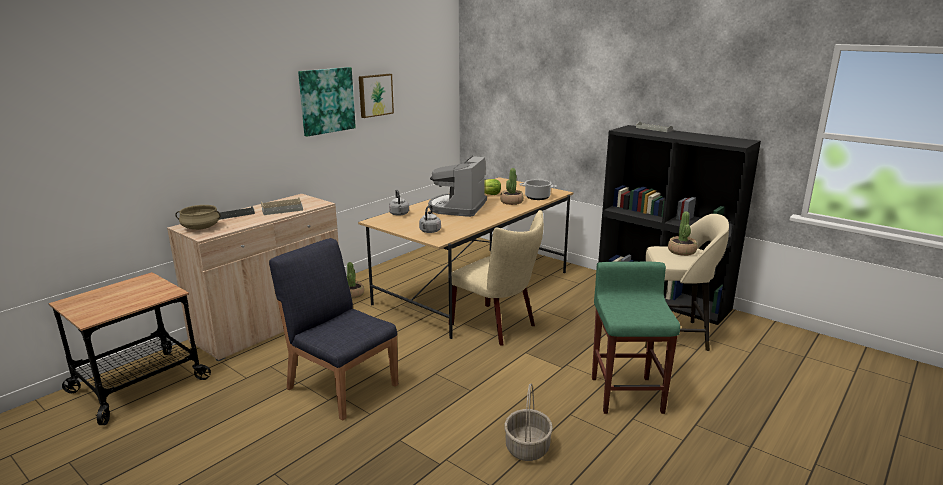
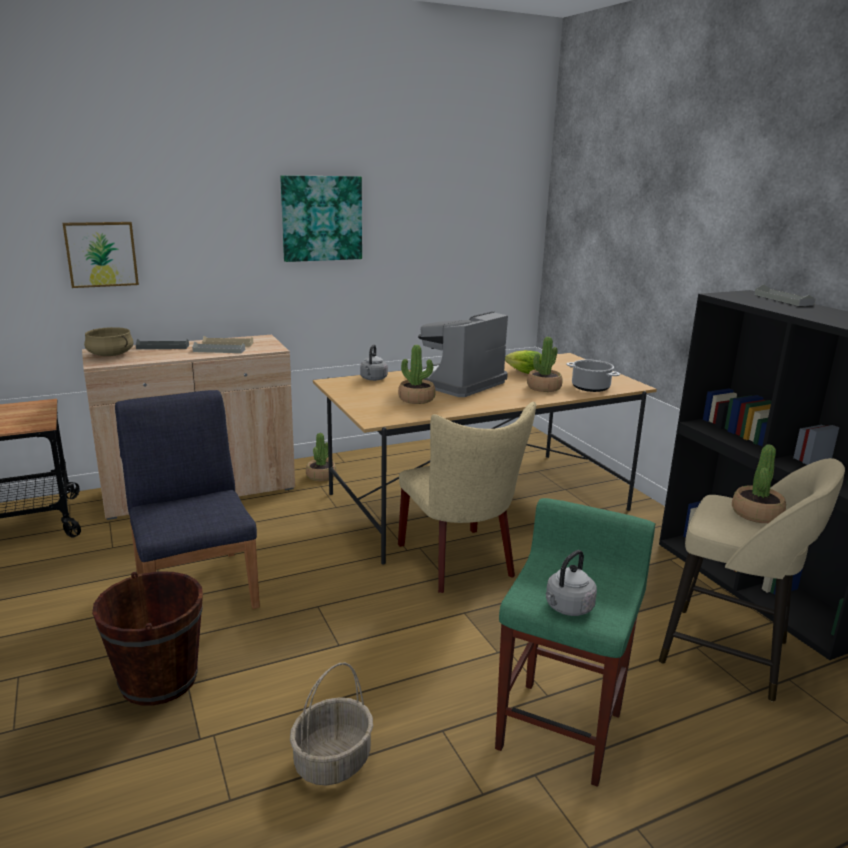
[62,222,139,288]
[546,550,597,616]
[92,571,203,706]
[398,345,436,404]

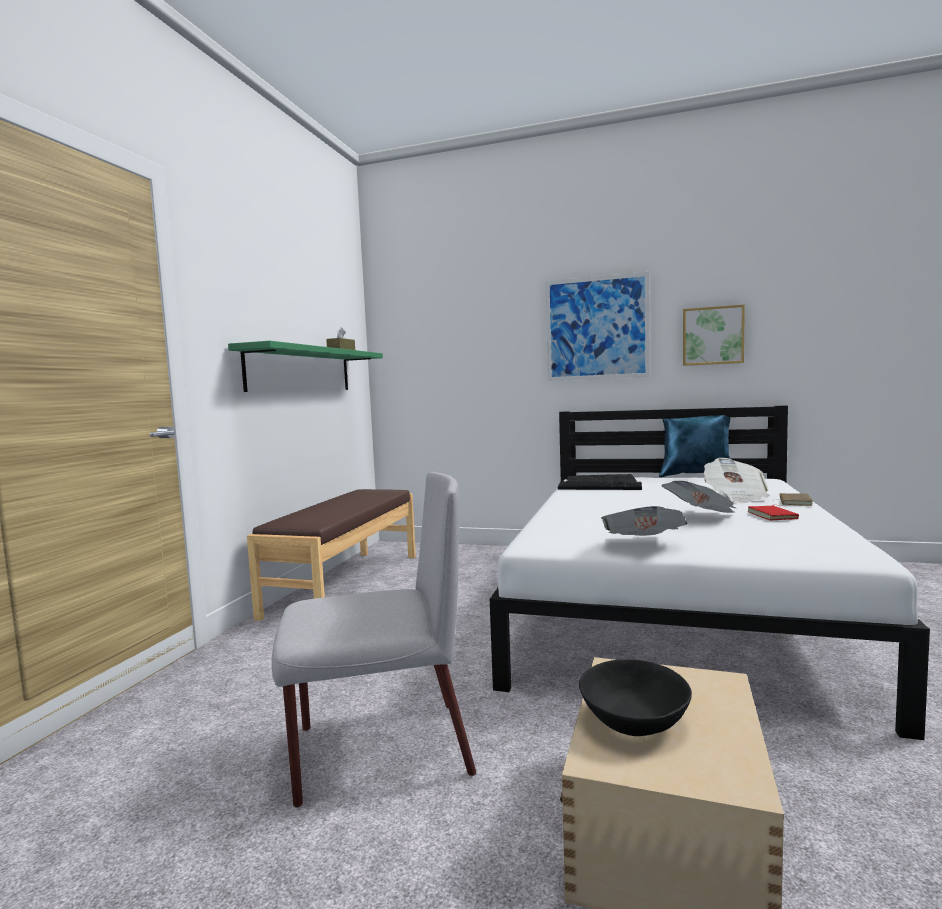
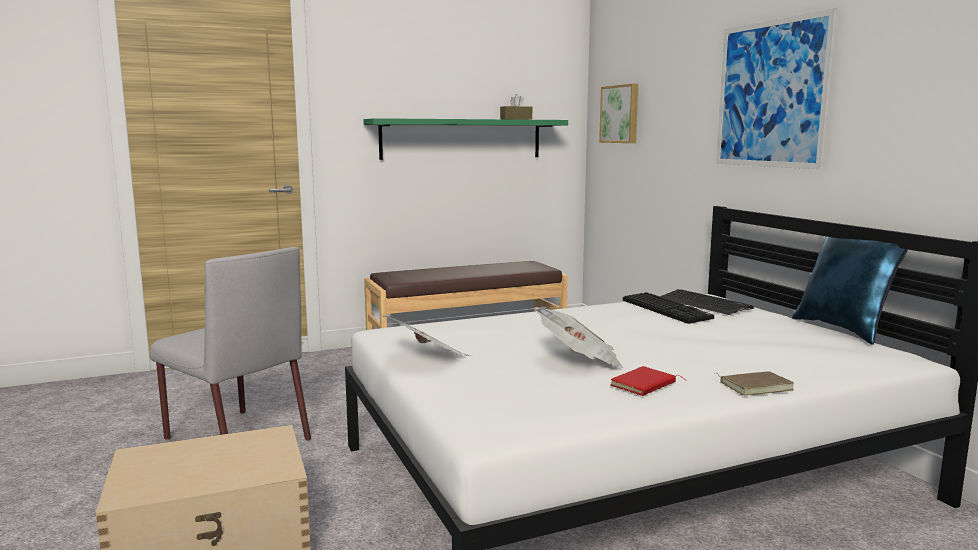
[579,659,692,736] (first image)
[599,84,638,143]
[704,458,770,503] (first image)

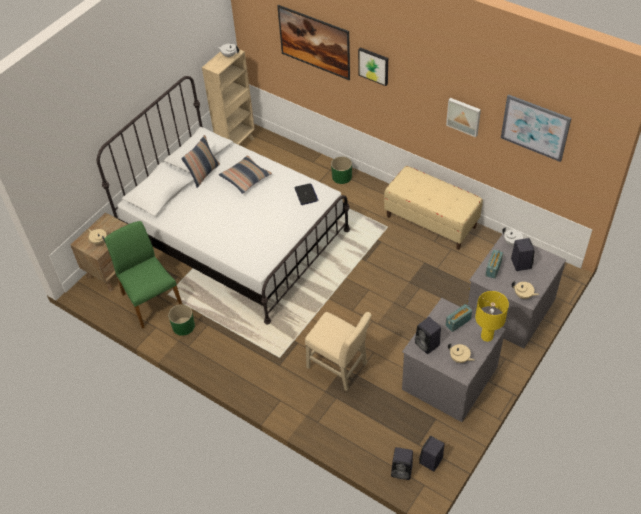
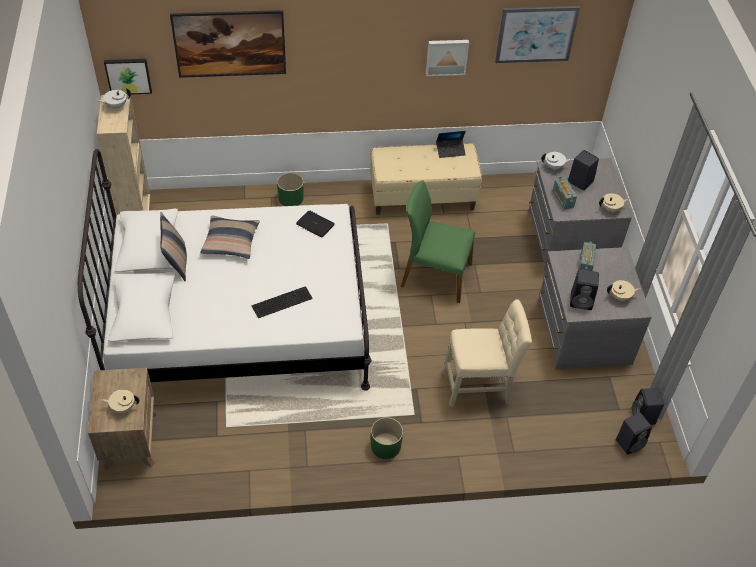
[401,181,475,303]
[371,417,403,459]
[104,59,152,95]
[475,291,509,342] (first image)
[251,286,313,318]
[436,131,466,158]

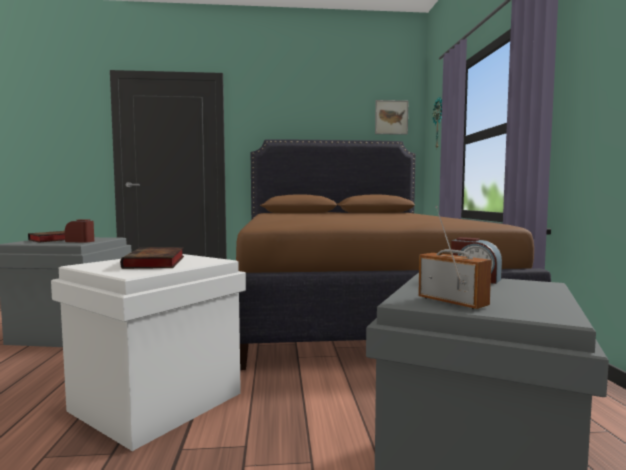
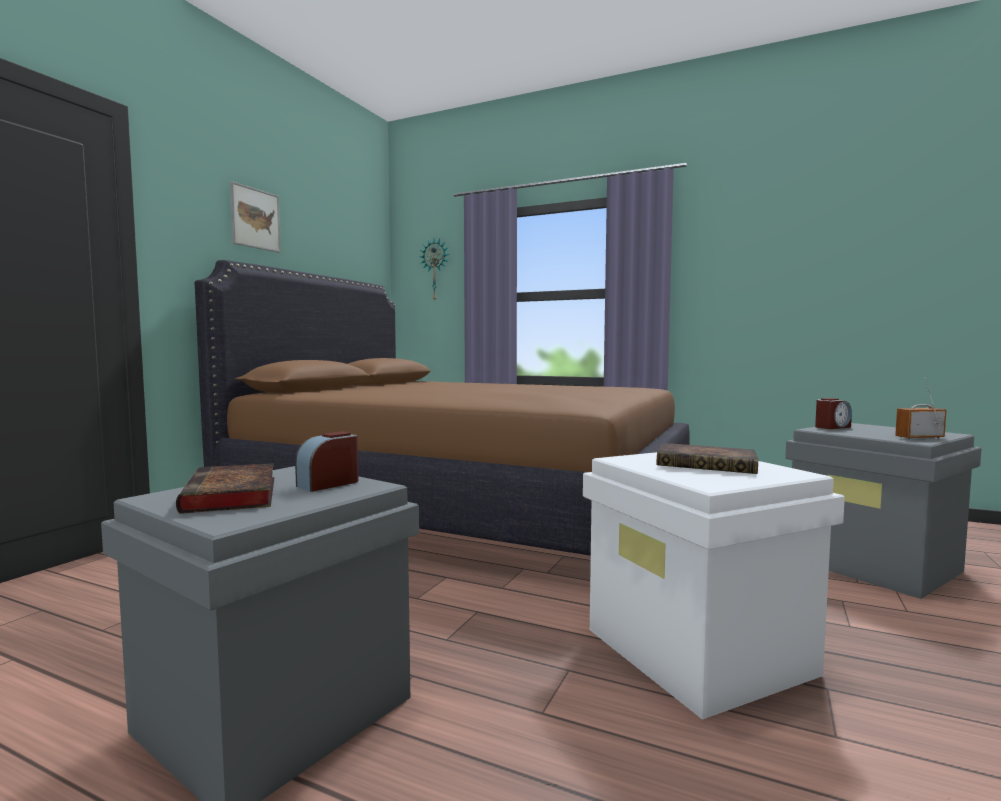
[230,181,281,253]

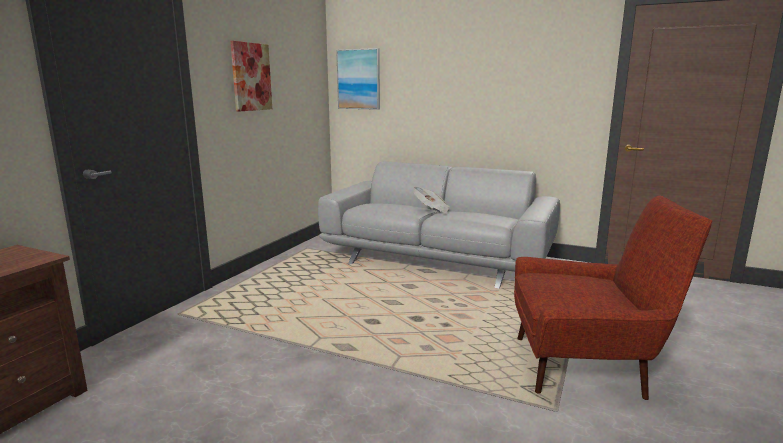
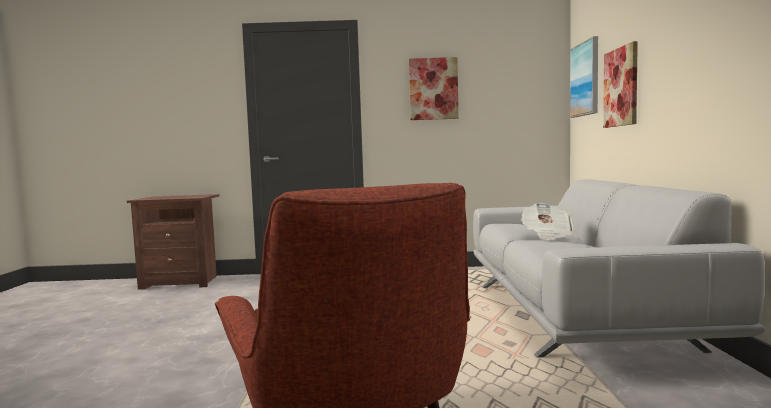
[603,41,638,128]

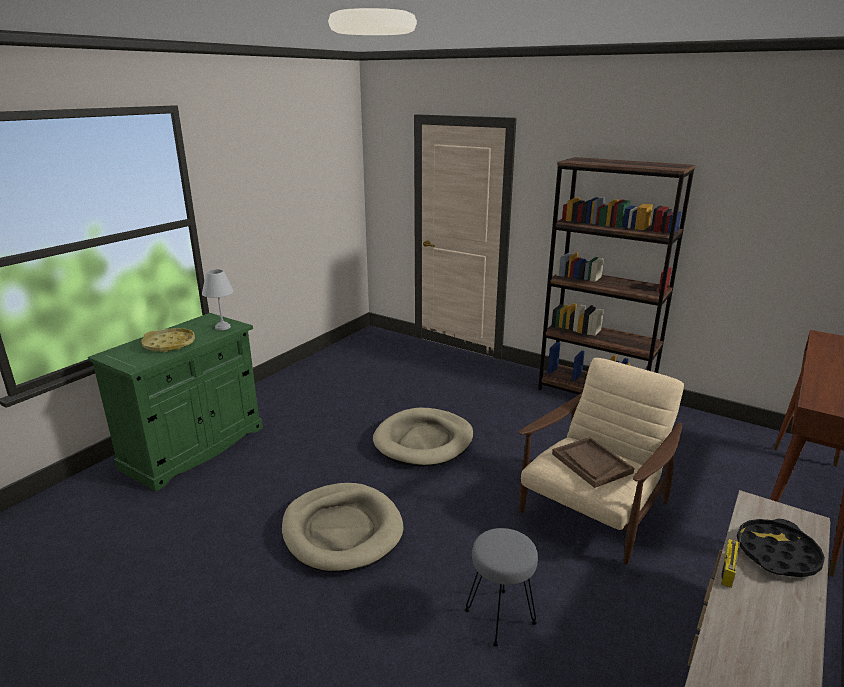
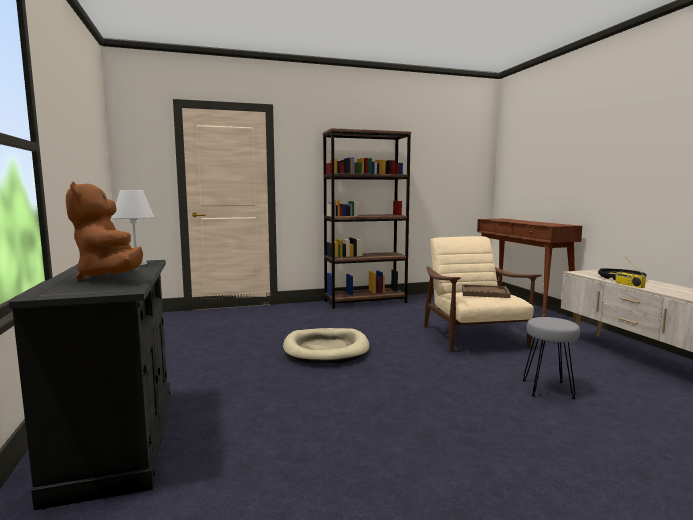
[9,260,170,510]
[66,181,143,280]
[282,483,403,572] (first image)

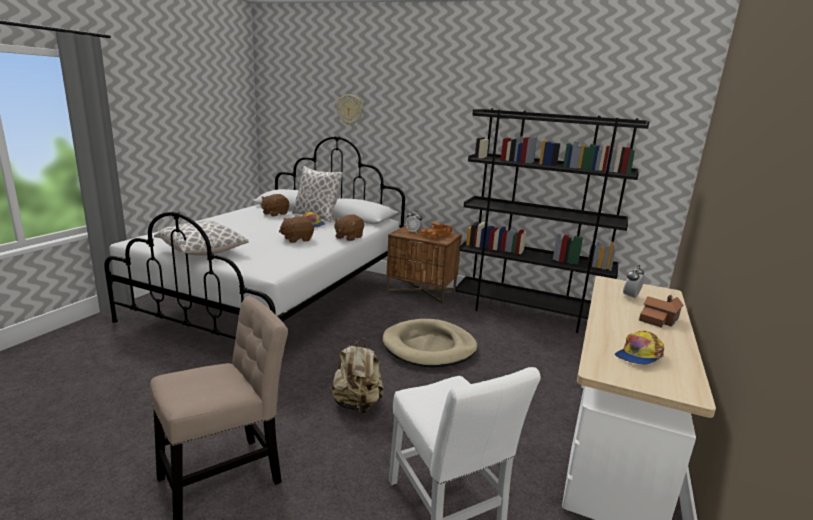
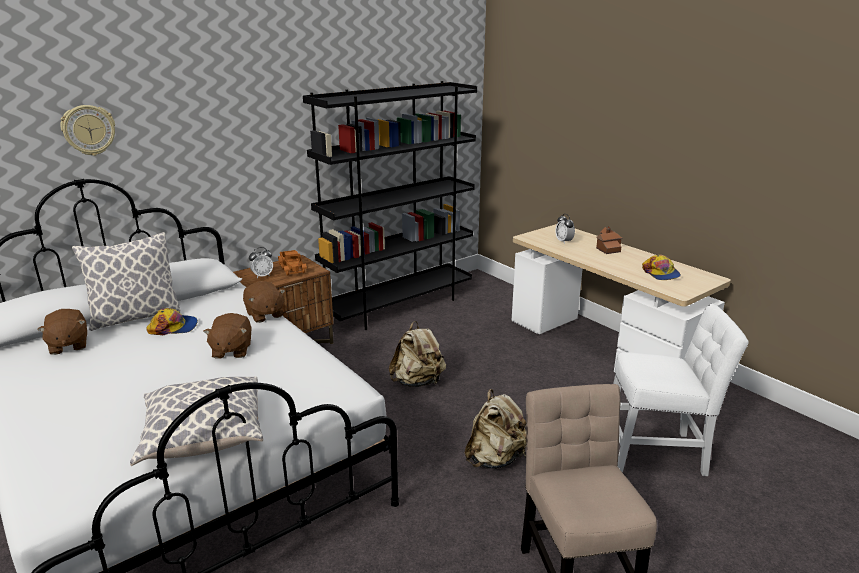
[389,321,446,387]

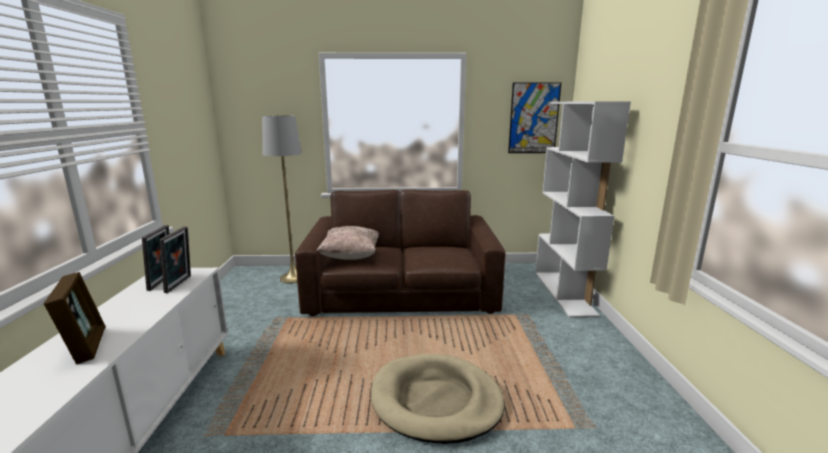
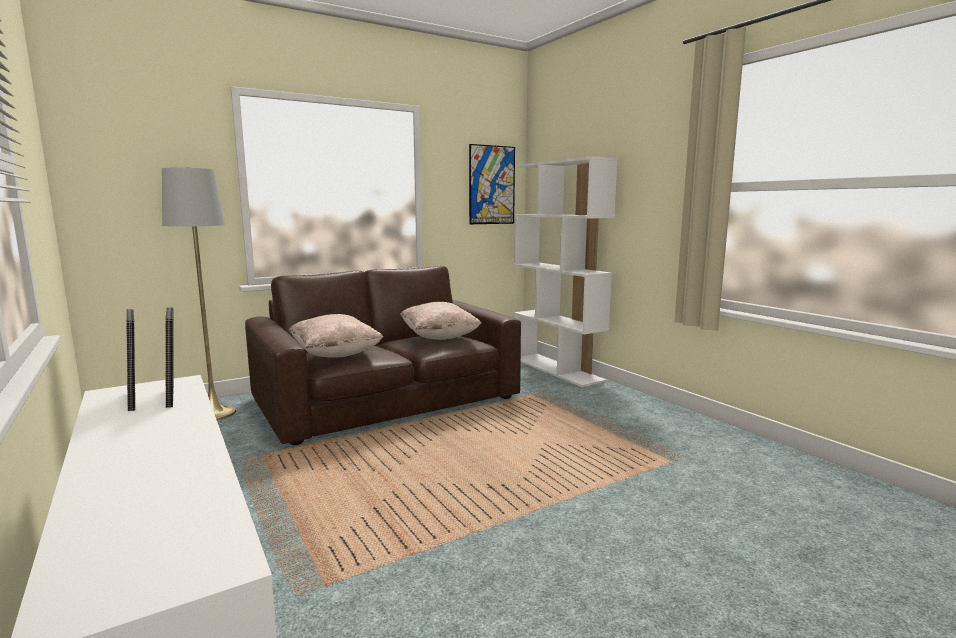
[44,272,106,365] (first image)
[371,354,505,444] (first image)
[400,302,481,340]

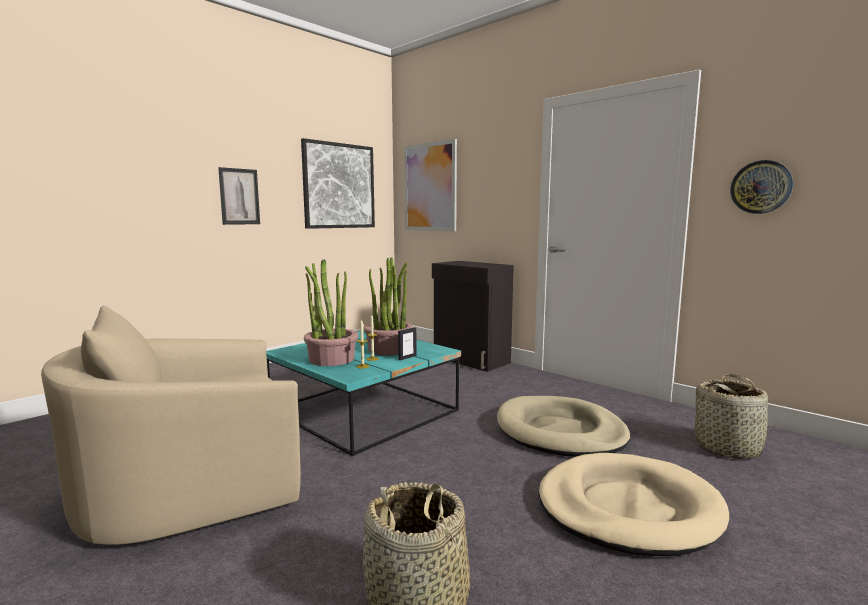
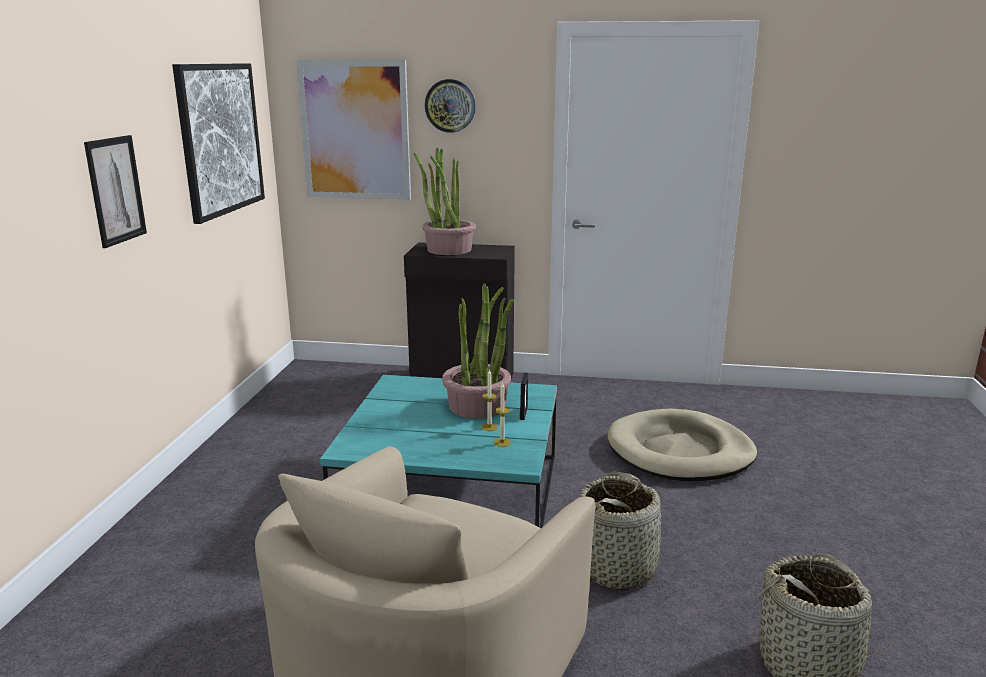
[414,148,476,255]
[539,453,729,556] (first image)
[578,472,662,591]
[425,79,476,133]

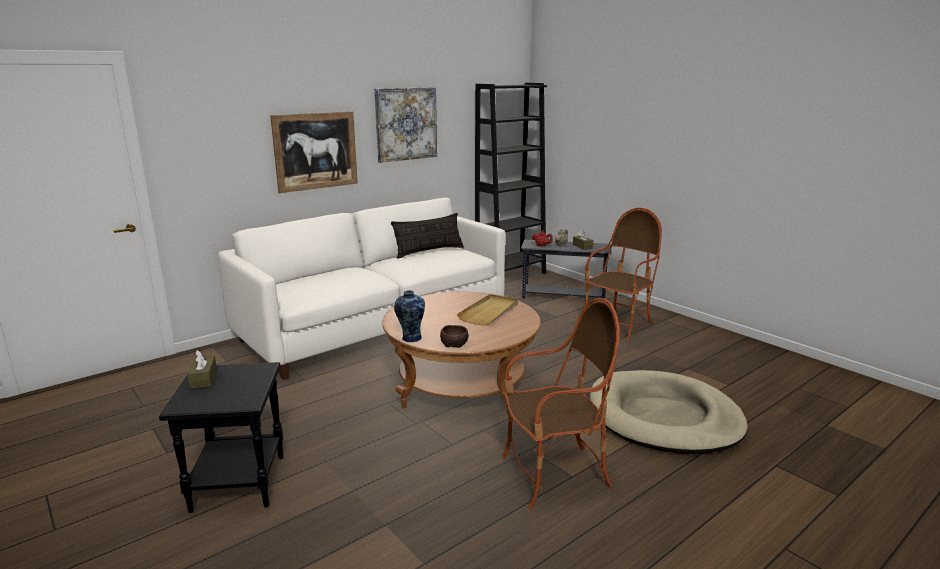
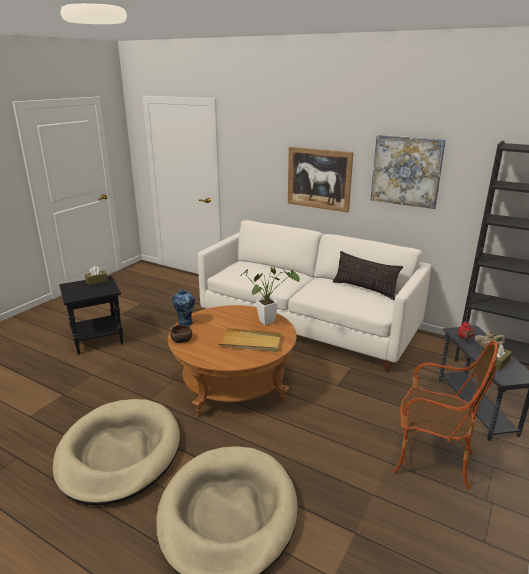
[53,399,180,506]
[240,267,300,325]

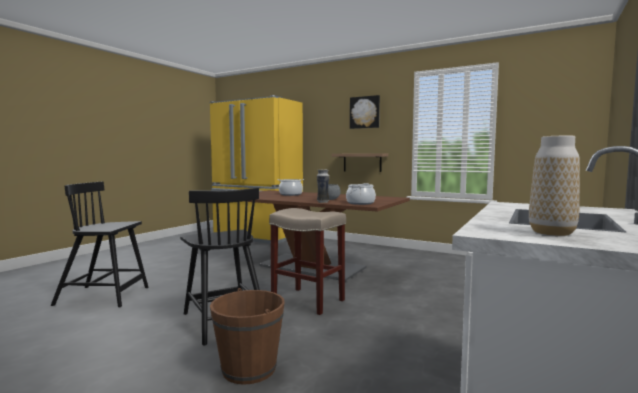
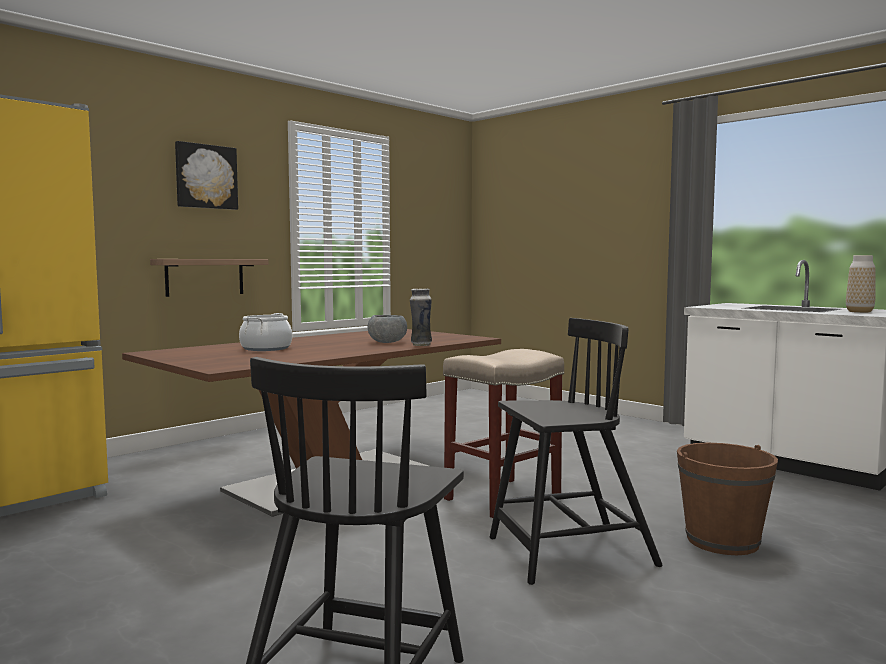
[346,183,376,205] (first image)

